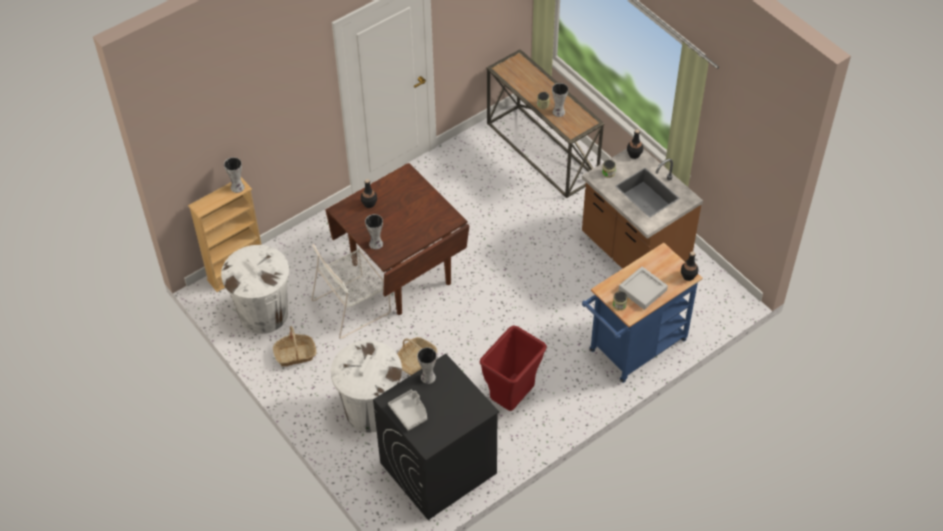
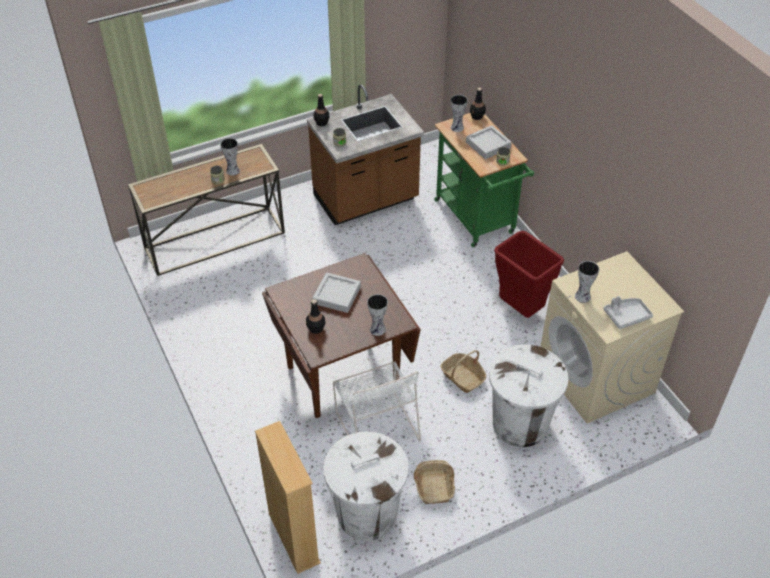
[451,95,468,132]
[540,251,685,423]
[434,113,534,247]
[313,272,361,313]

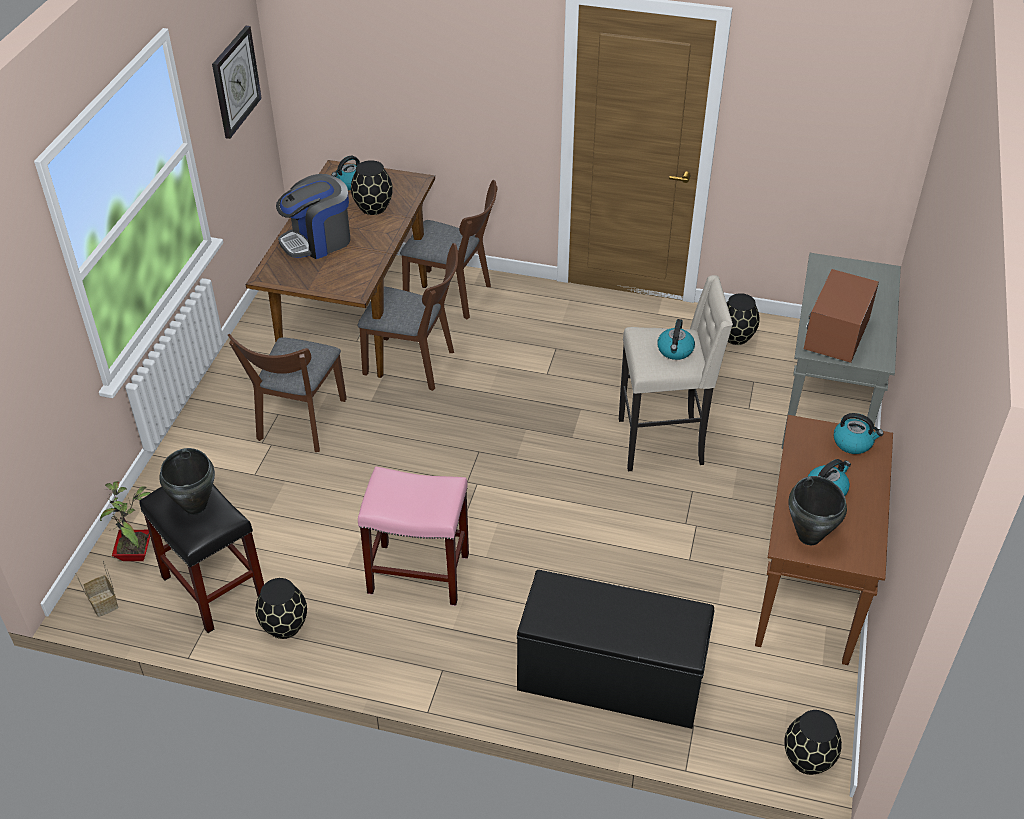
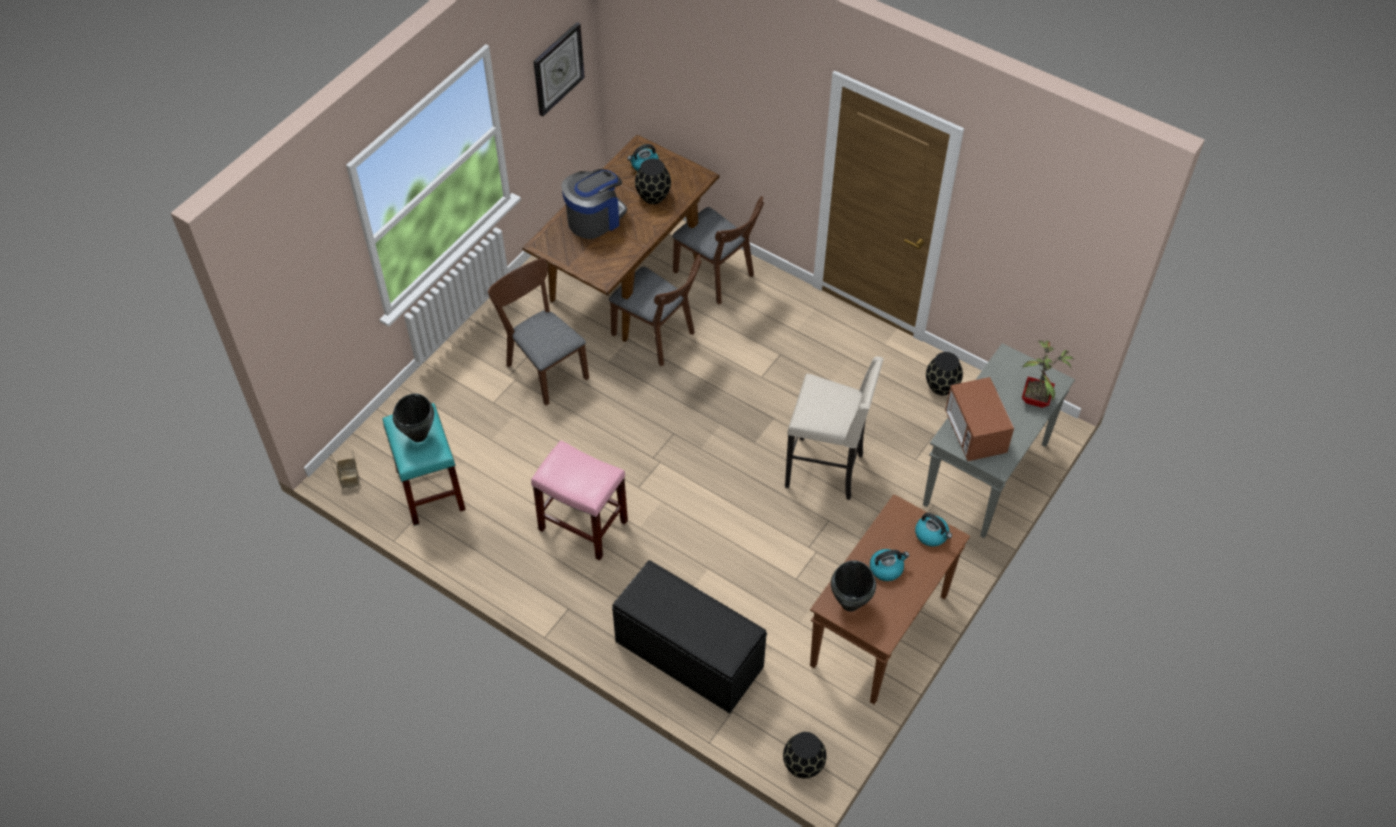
[1022,341,1074,408]
[383,403,466,526]
[488,258,589,406]
[256,578,307,639] (first image)
[561,169,627,239]
[657,319,695,360] (first image)
[945,377,1014,461]

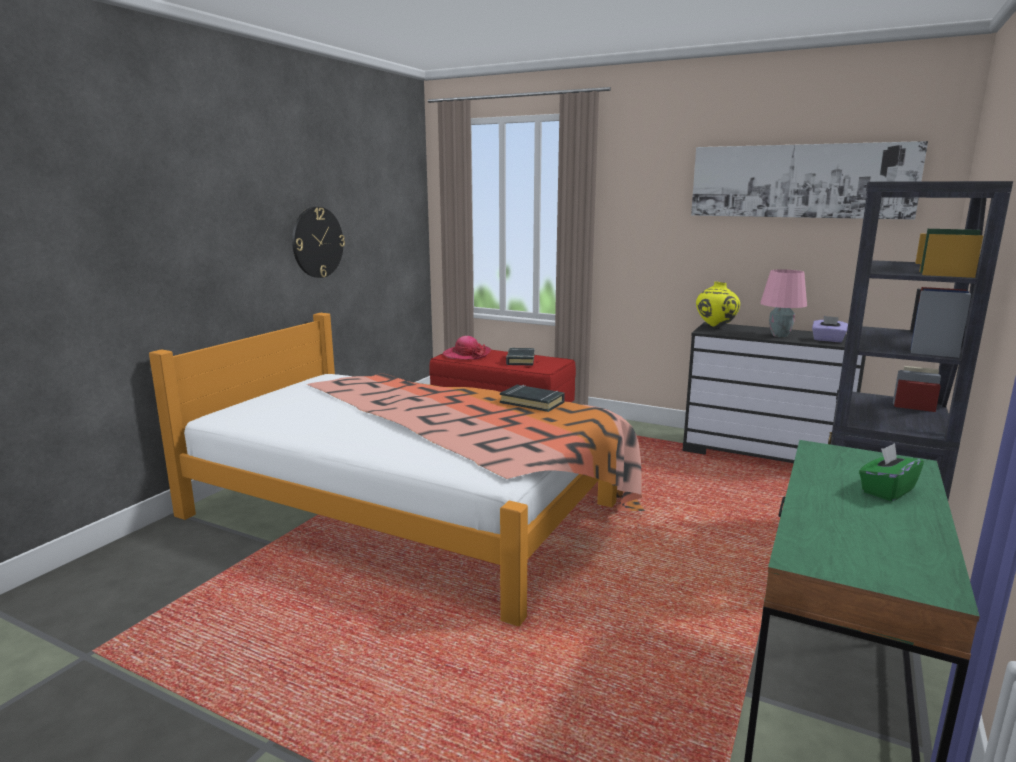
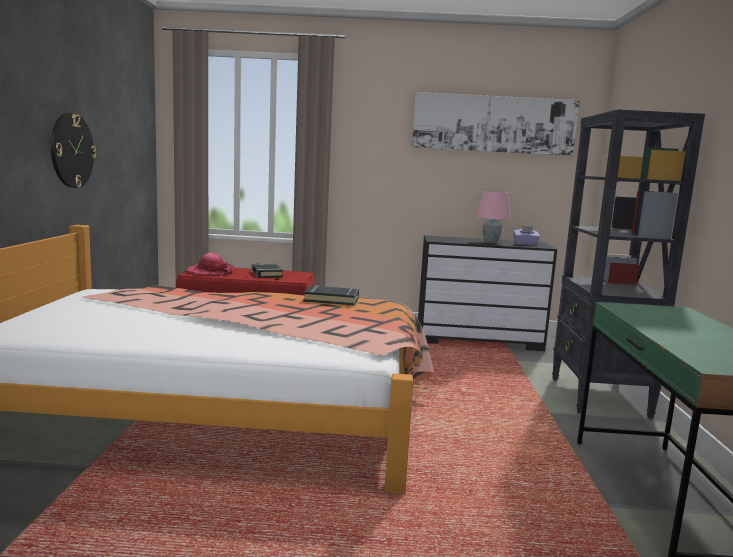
[696,281,740,328] (first image)
[859,443,924,501] (first image)

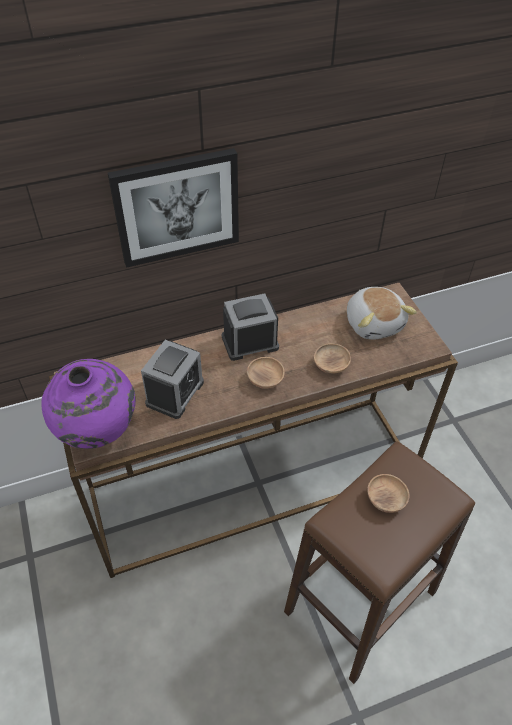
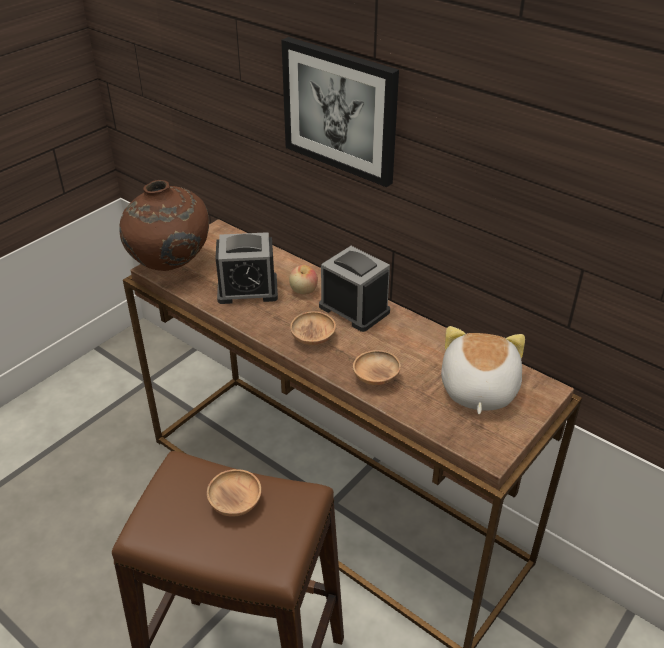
[119,180,209,271]
[441,326,525,415]
[289,265,318,294]

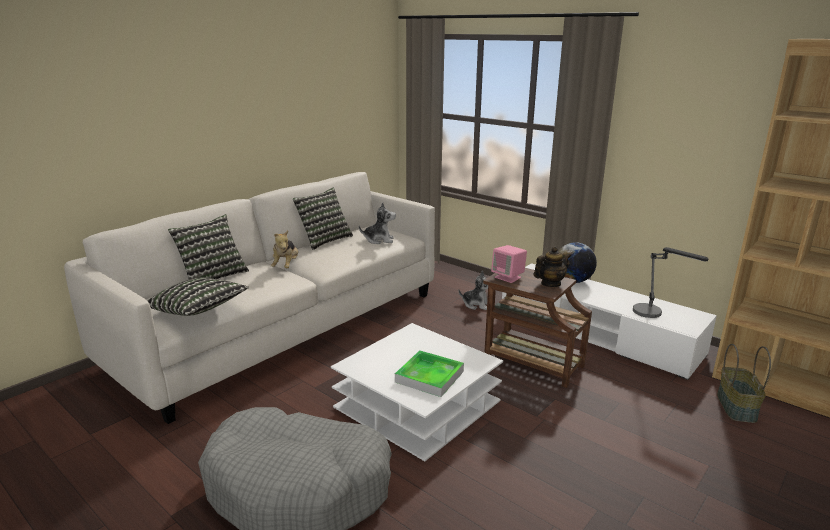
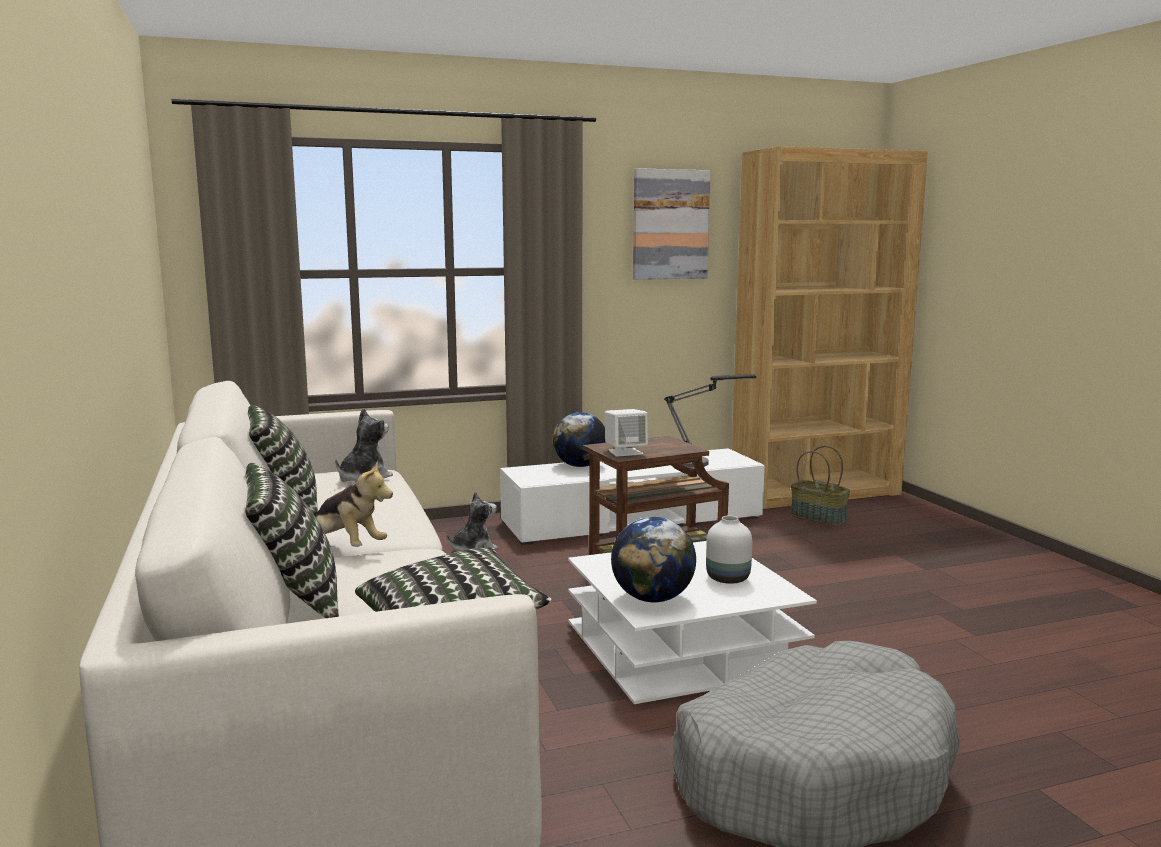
[706,516,752,584]
[605,409,648,457]
[534,246,572,287] (first image)
[611,517,696,602]
[633,168,711,280]

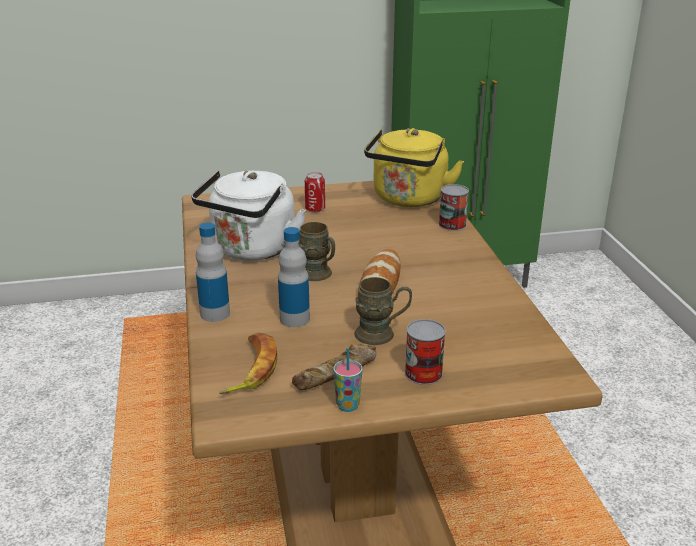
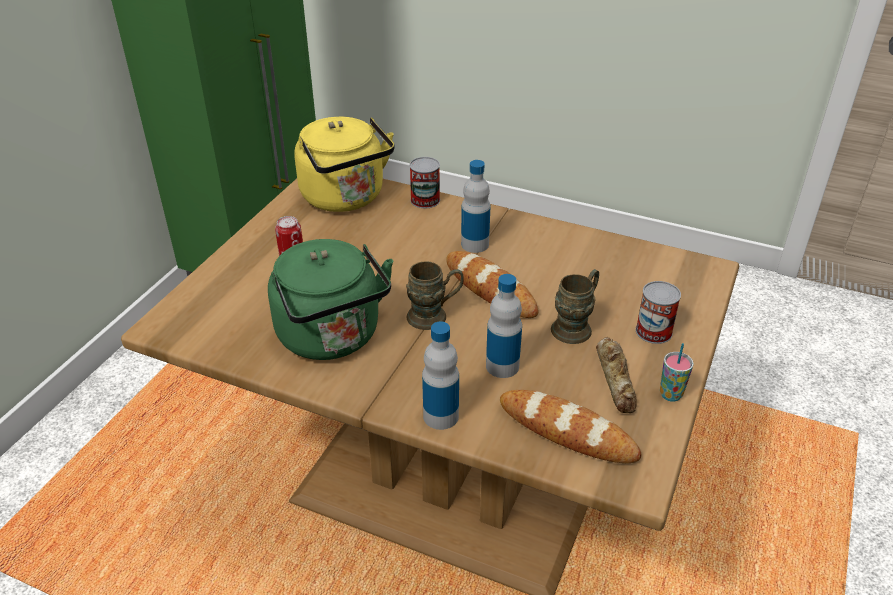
[268,239,393,360]
[500,390,641,463]
[461,160,490,253]

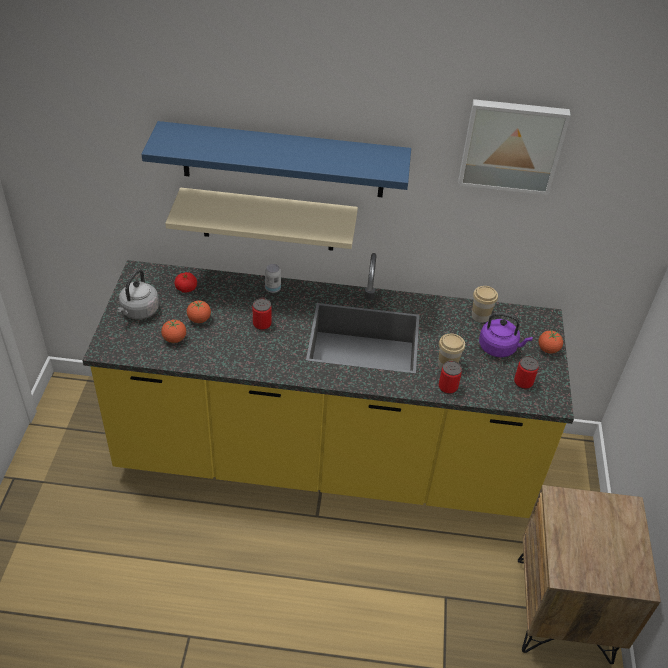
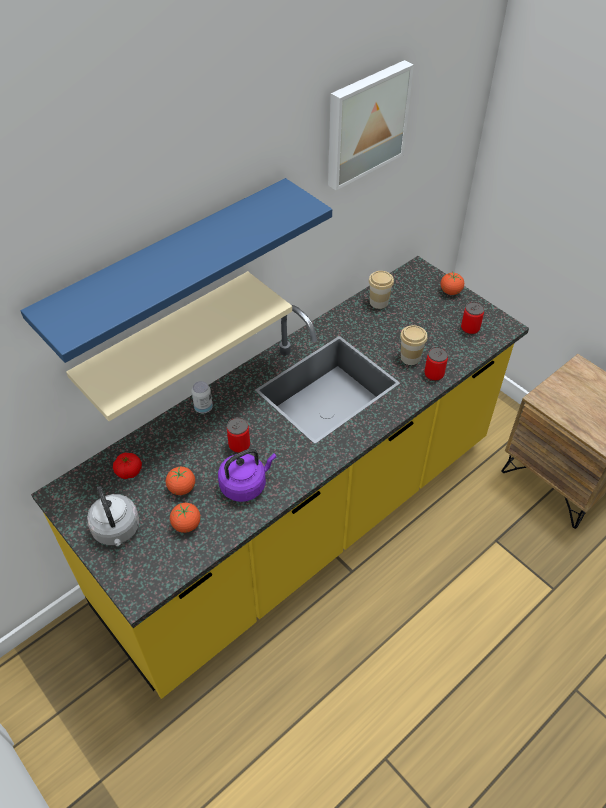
[218,449,277,502]

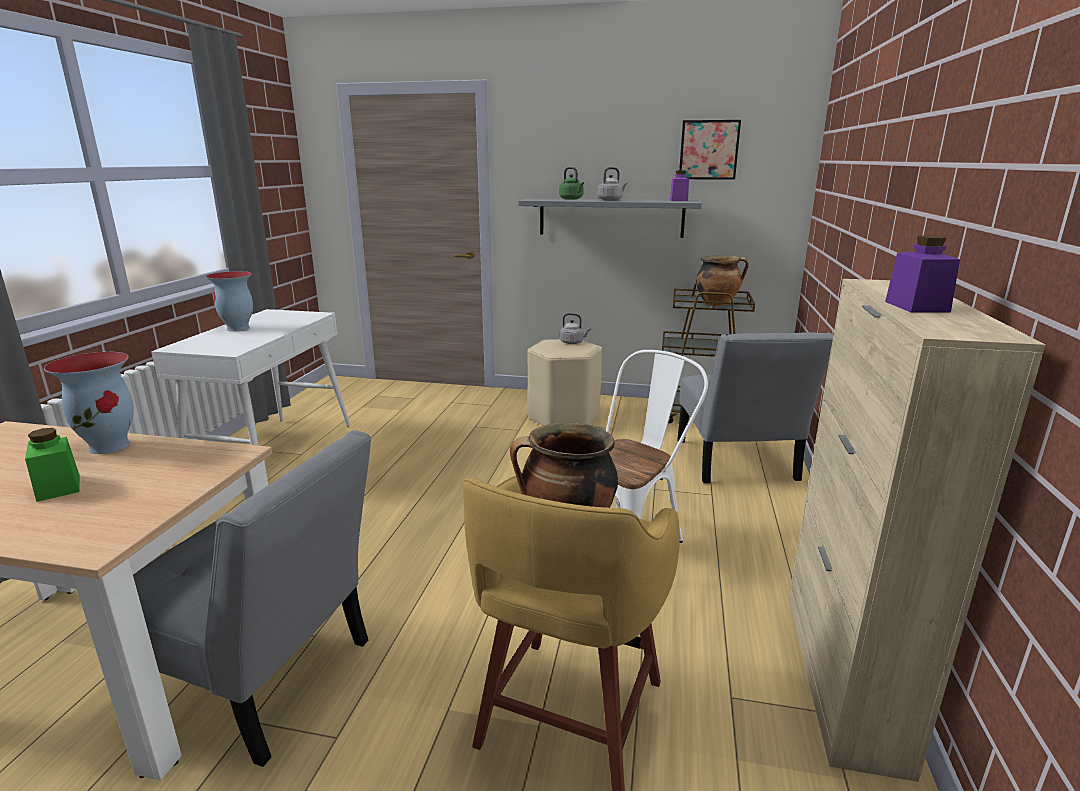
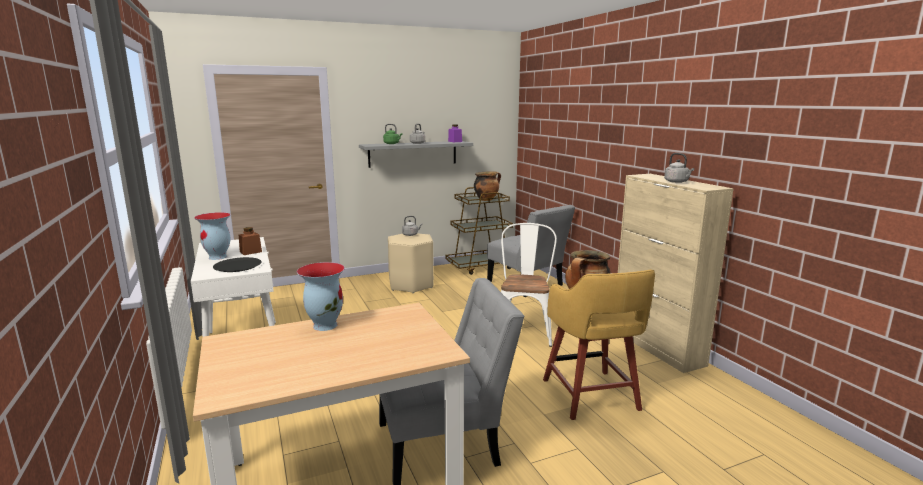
[25,428,80,502] (first image)
[679,120,741,180] (first image)
[664,153,694,183]
[213,257,262,272]
[239,227,262,255]

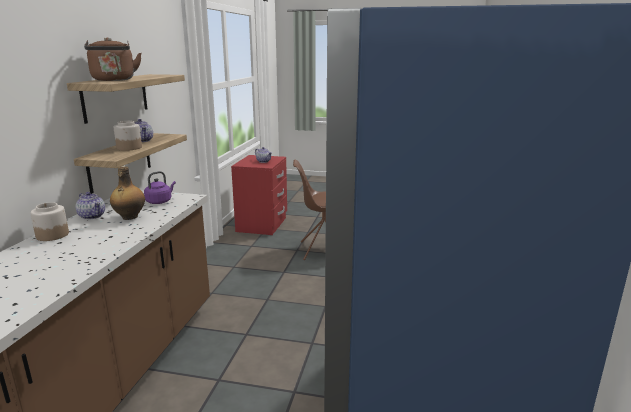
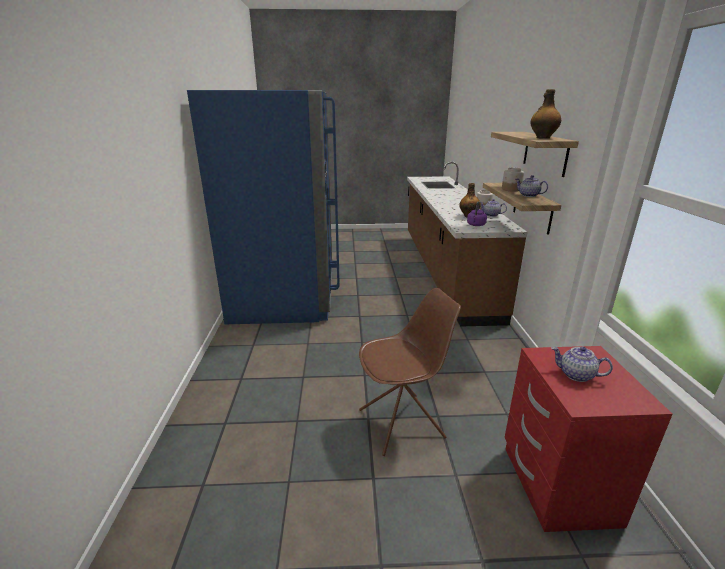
[84,37,142,81] (first image)
[531,89,561,139]

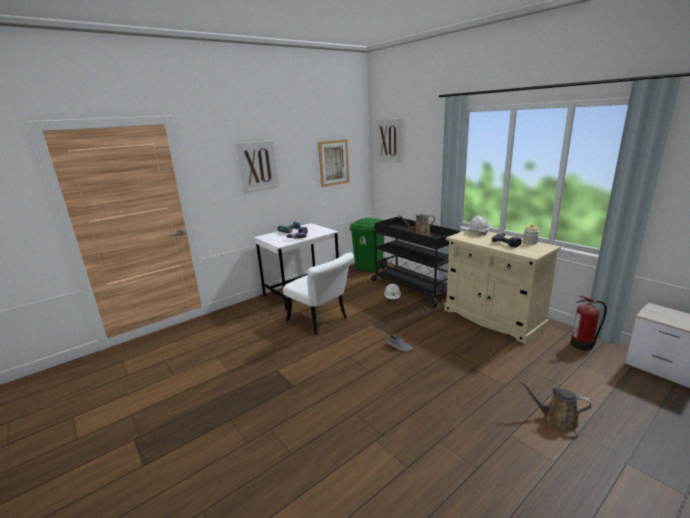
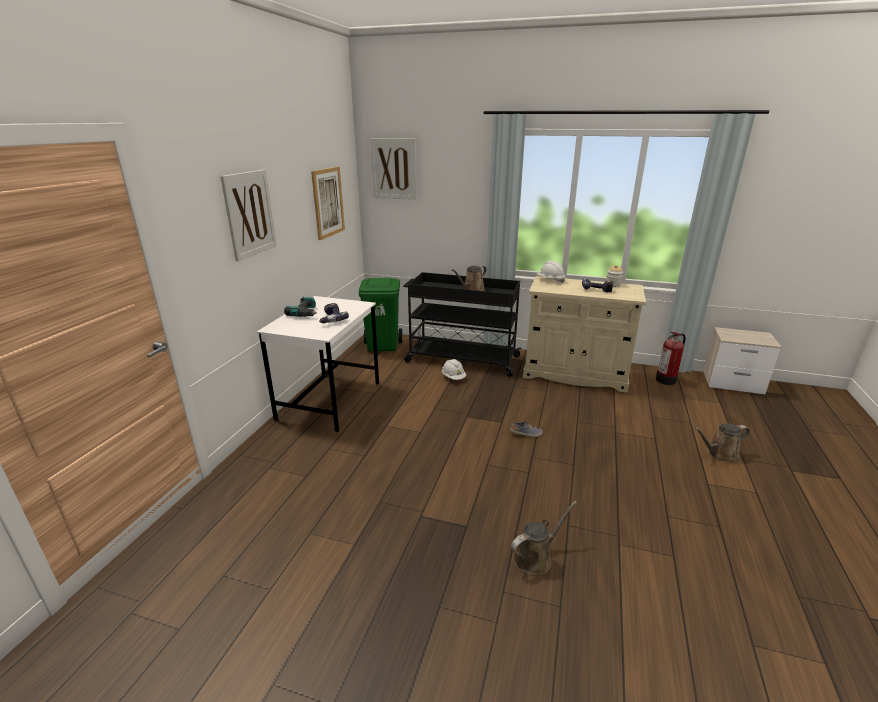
[283,252,354,335] (first image)
[511,501,577,574]

